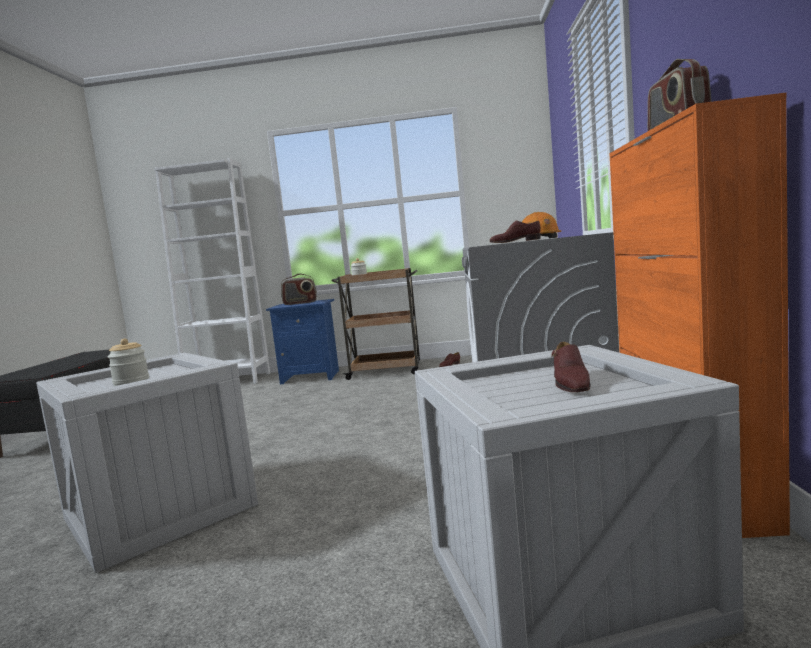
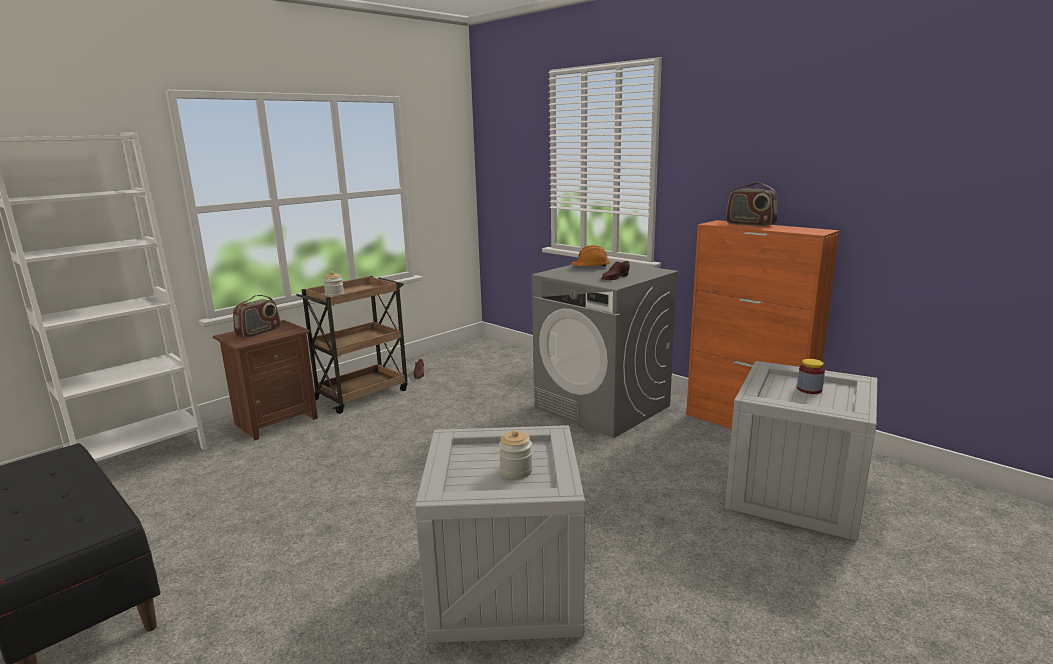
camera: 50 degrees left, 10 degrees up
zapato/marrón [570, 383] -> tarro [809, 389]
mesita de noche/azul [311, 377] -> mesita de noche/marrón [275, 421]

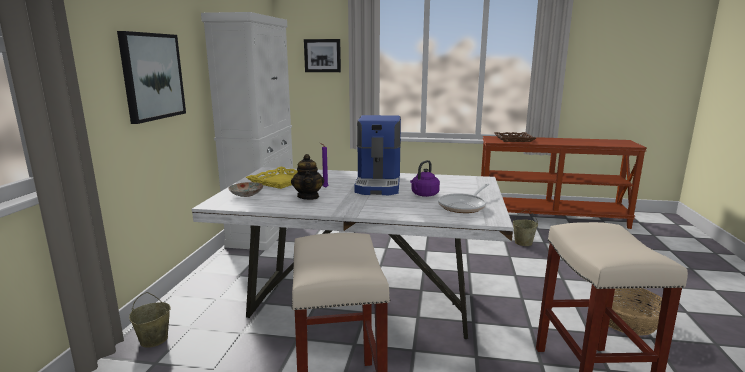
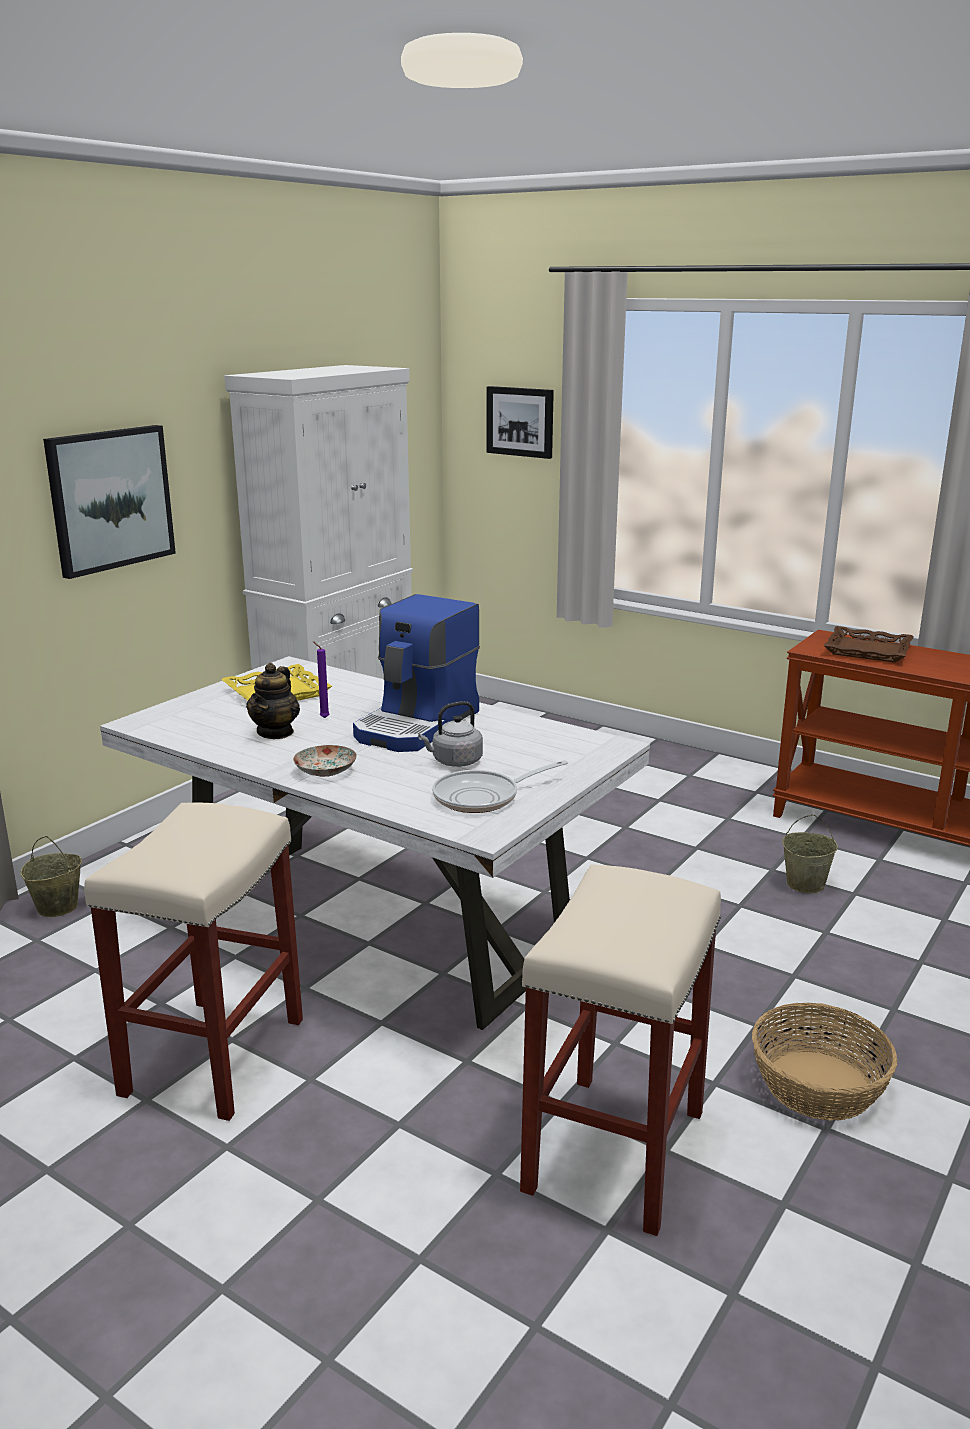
camera: 25 degrees right, 5 degrees up
plato [246, 195] -> plato [325, 772], shifted
hervidor/morado [424, 195] -> hervidor/gris [454, 762]

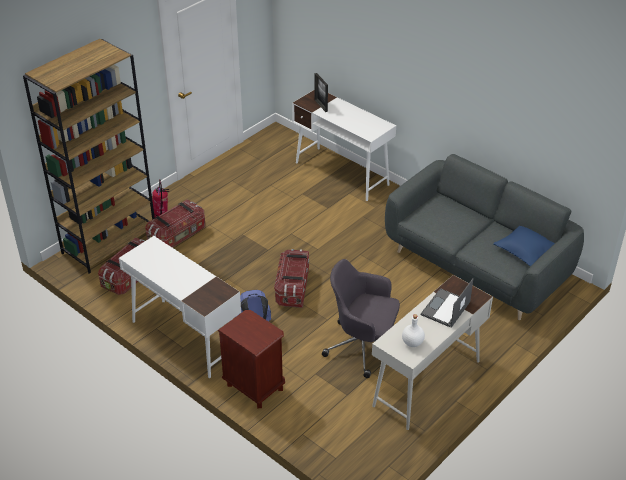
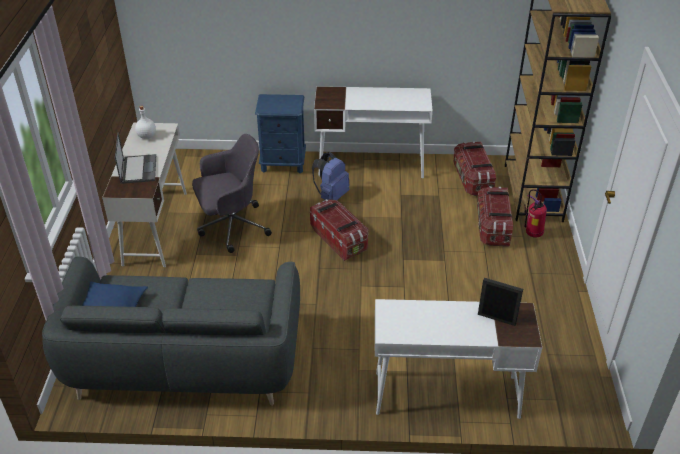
camera: 140 degrees right, 0 degrees up
mesita de noche/marrón [254, 387] -> mesita de noche/azul [283, 163]

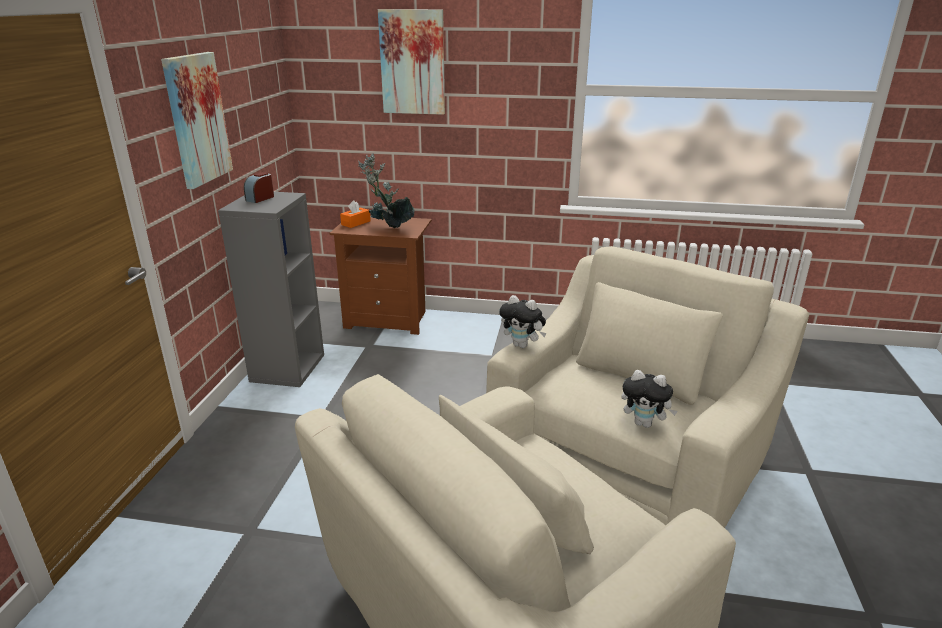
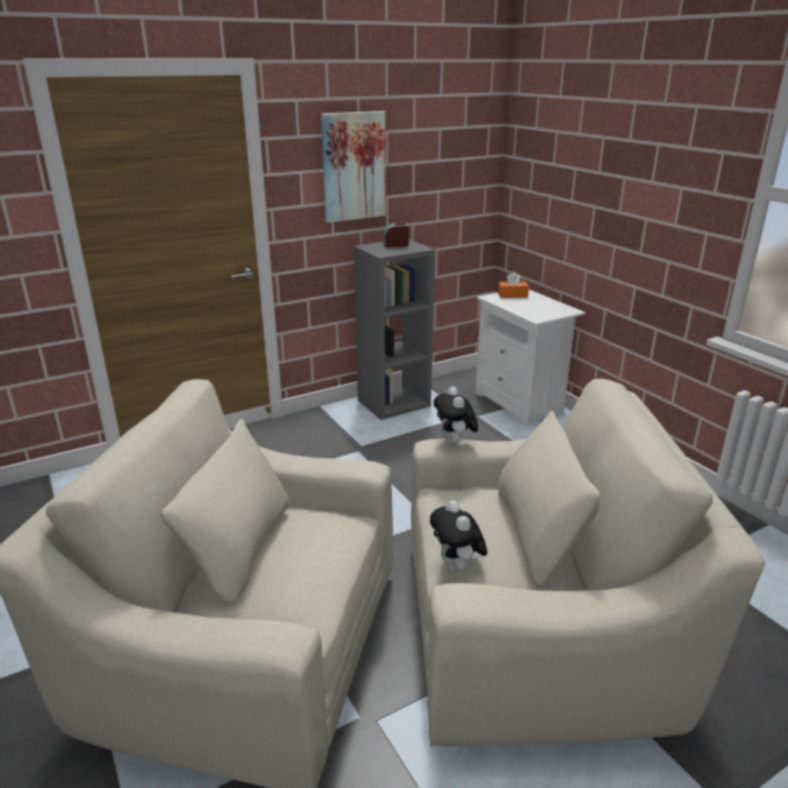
camera: 50 degrees right, 0 degrees up
planta en maceta [388, 230] -> none
cuadro [413, 62] -> none
mesita de noche/marrón [388, 319] -> mesita de noche/blanco [521, 403]

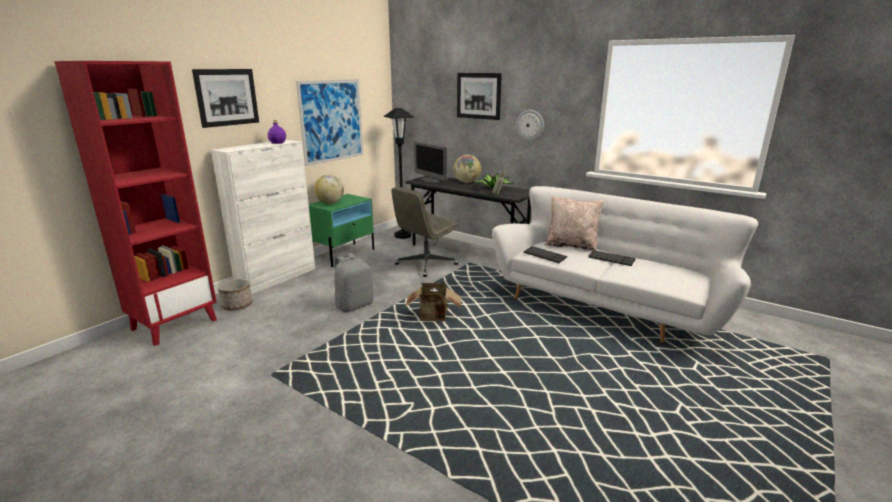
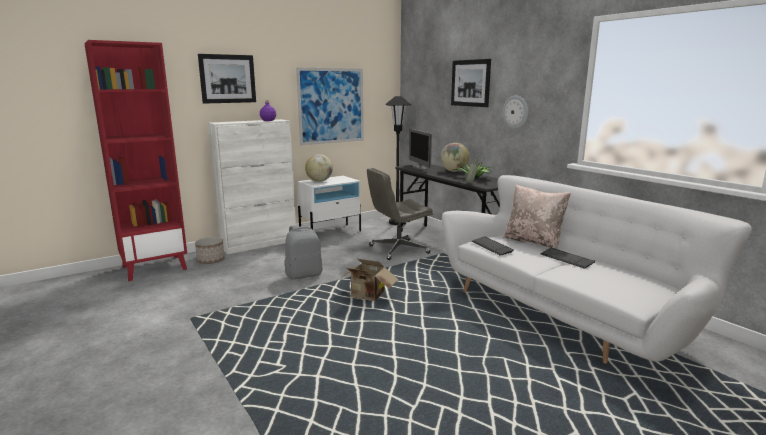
camera: 20 degrees right, 5 degrees down
mesita de noche/verde [344, 254] -> mesita de noche/blanco [330, 232]

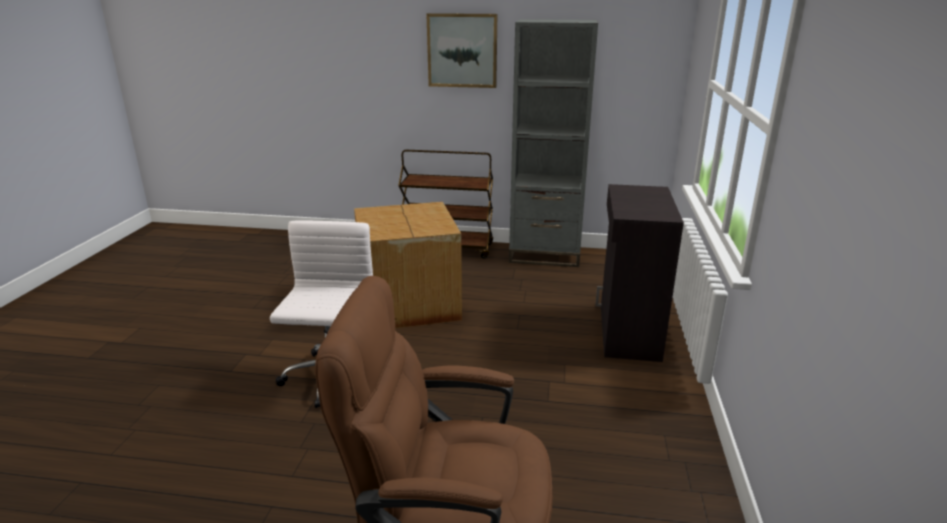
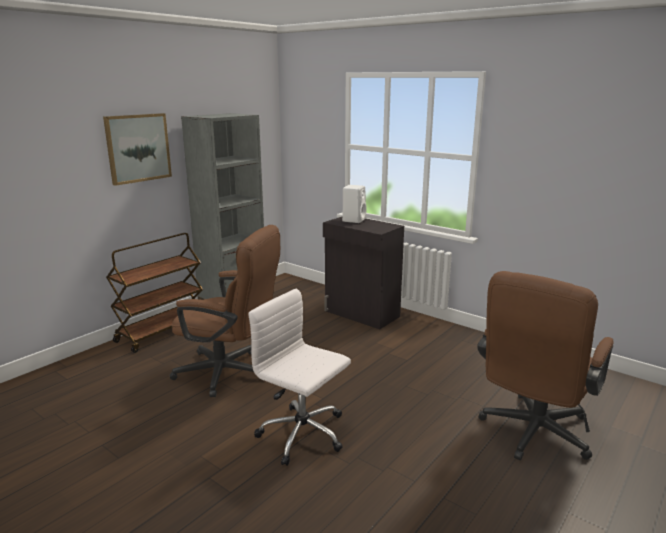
camera: 60 degrees left, 5 degrees down
none -> altavoz/blanco [354, 220]
caja de cartón [407, 304] -> silla de oficina/marrón [230, 373]

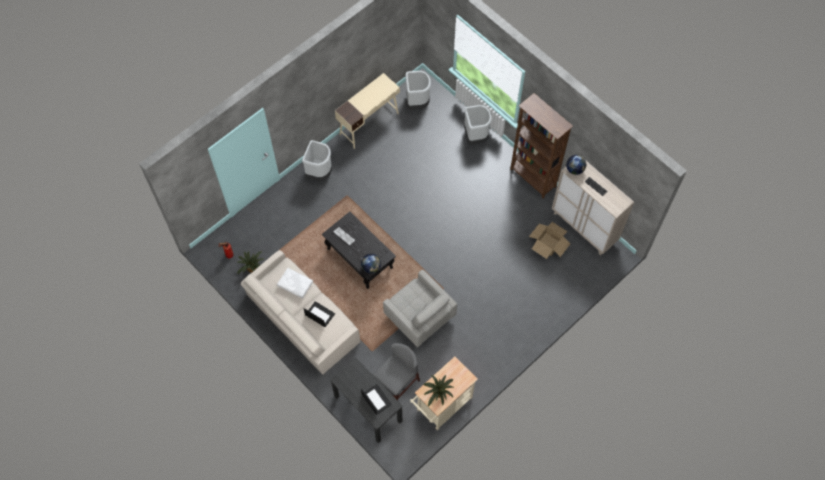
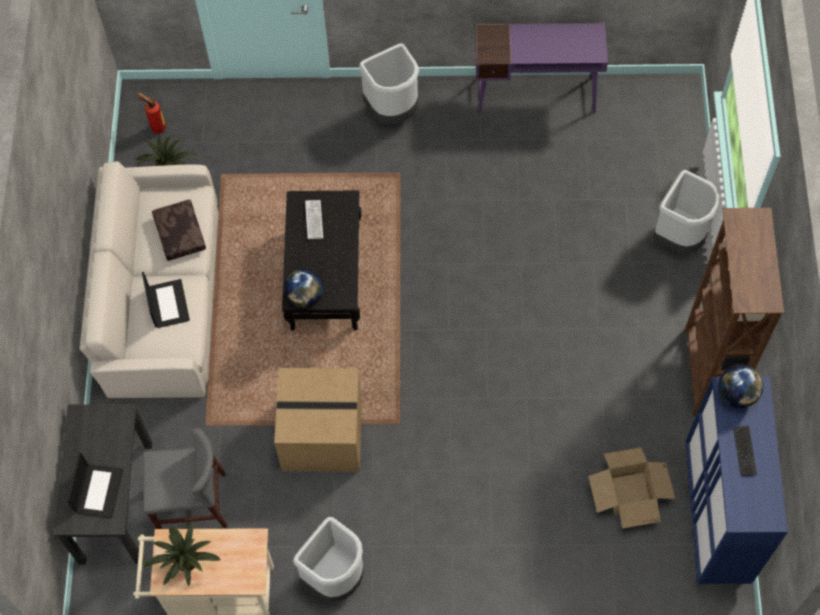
camera: 45 degrees right, 0 degrees up
papelera/gris [417, 103] -> papelera/gris [335, 577], shifted
sillón/gris [419, 317] -> caja de cartón [321, 435]
cojín/blanco [295, 285] -> cojín/marrón [179, 233]
escritorio/beis [369, 123] -> escritorio/morado [536, 95]
armario/beis [584, 227] -> armario/azul [714, 517]

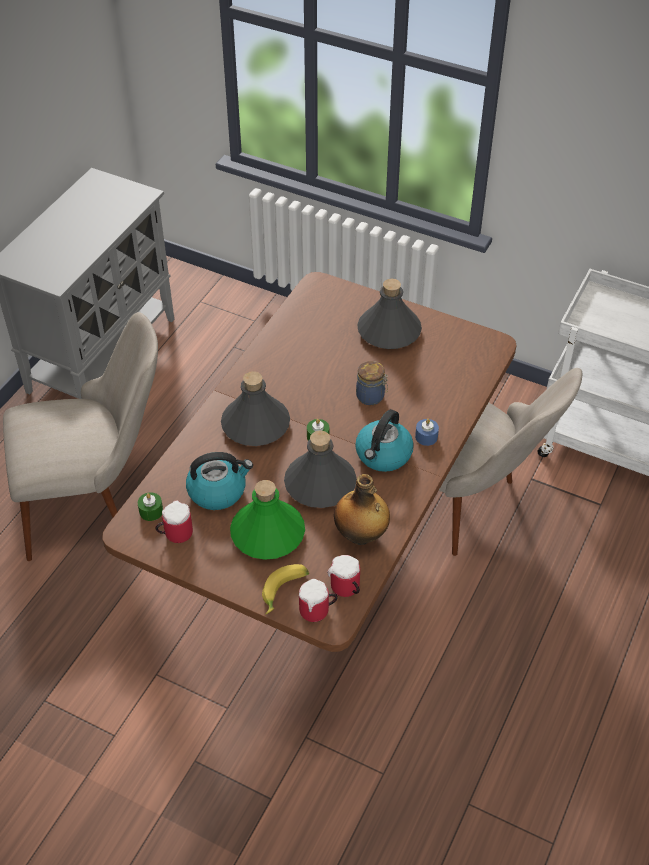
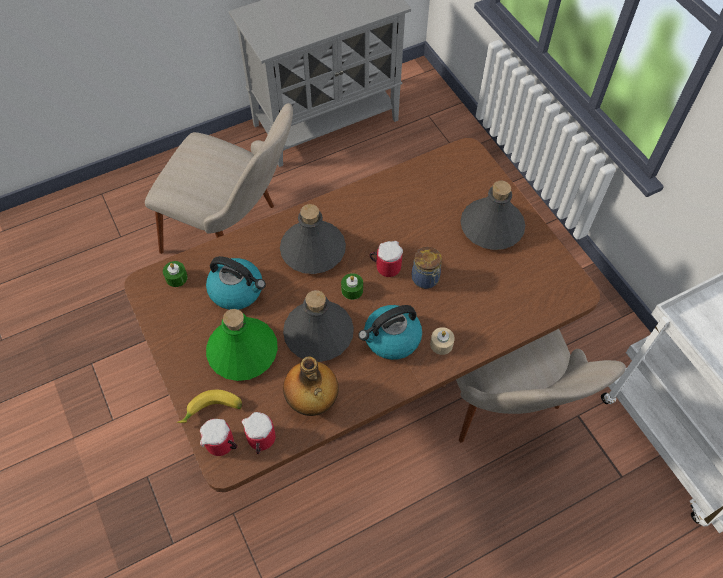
camera: 35 degrees right, 10 degrees up
taza grande [174, 533] -> taza grande [385, 265], shifted
vela/azul [426, 437] -> vela/beis [441, 344]

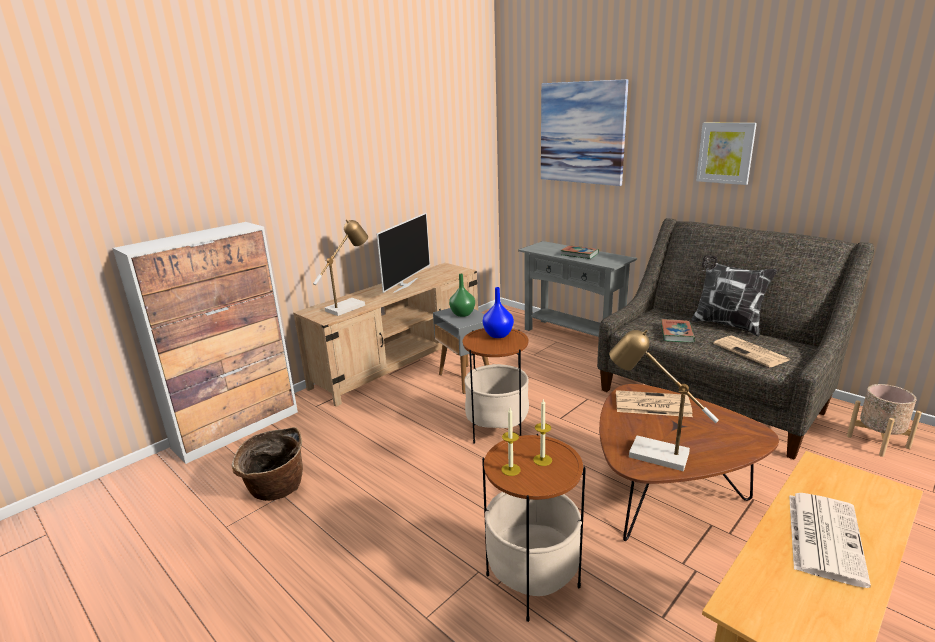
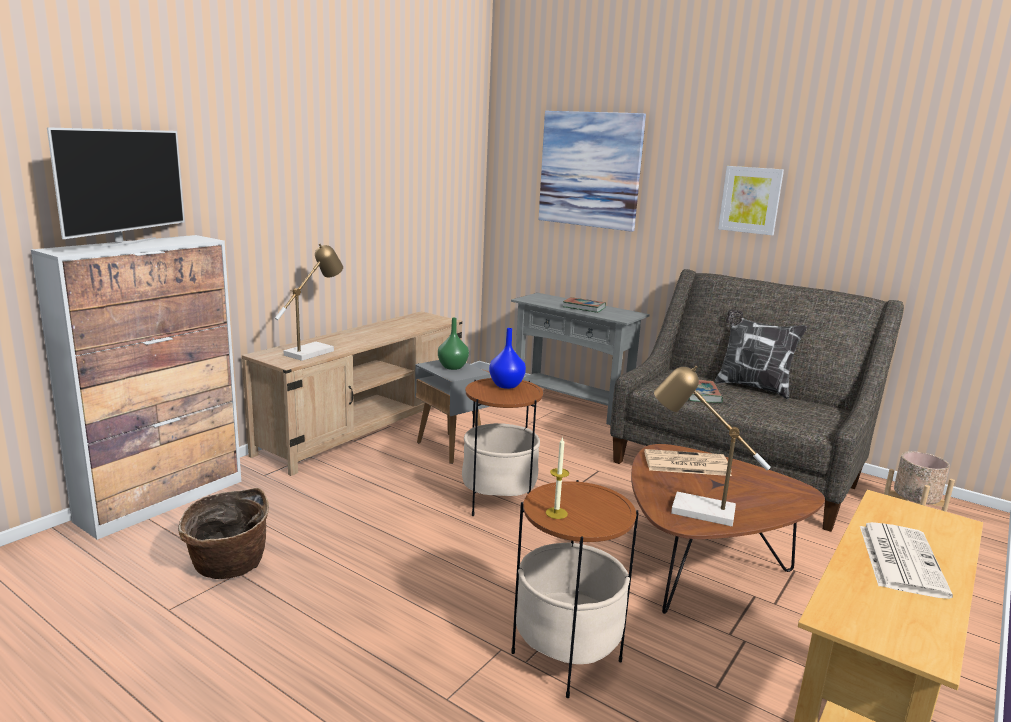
camera: 10 degrees left, 5 degrees down
vela [542, 460] -> none
periódico [751, 352] -> none
televisor [405, 285] -> televisor [125, 243], shifted

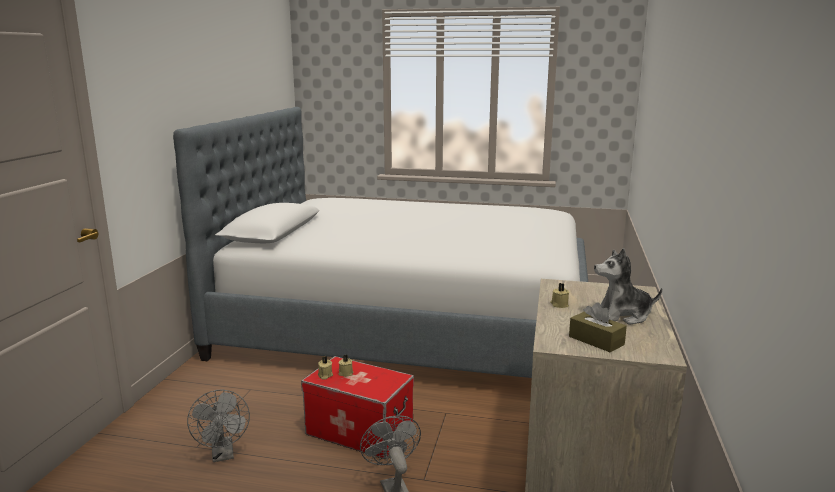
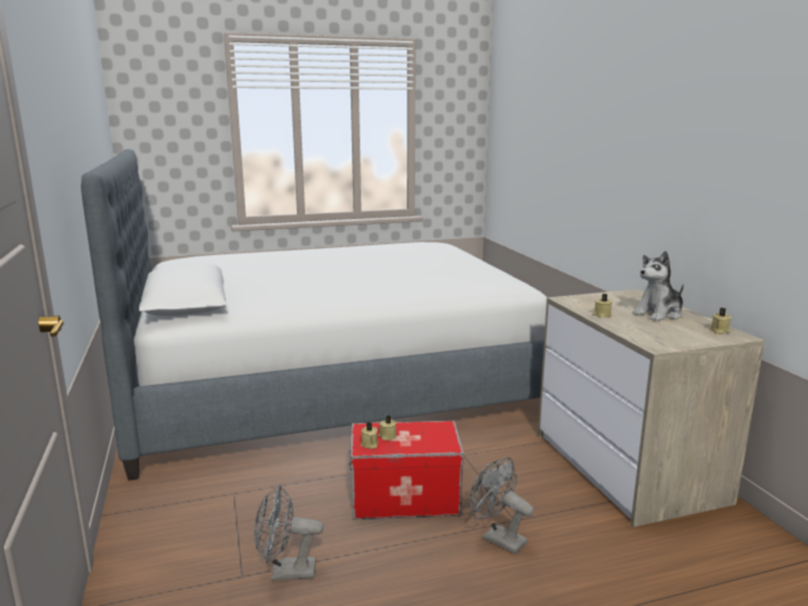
camera: 30 degrees left, 0 degrees up
caja de pañuelos/marrón [596, 340] -> none
none -> vela/beis [719, 331]
ventilador/gris [223, 454] -> ventilador/gris [286, 572], 135 degrees clockwise

